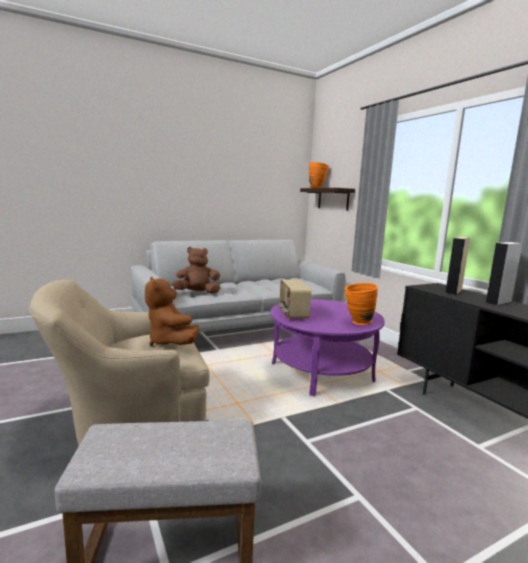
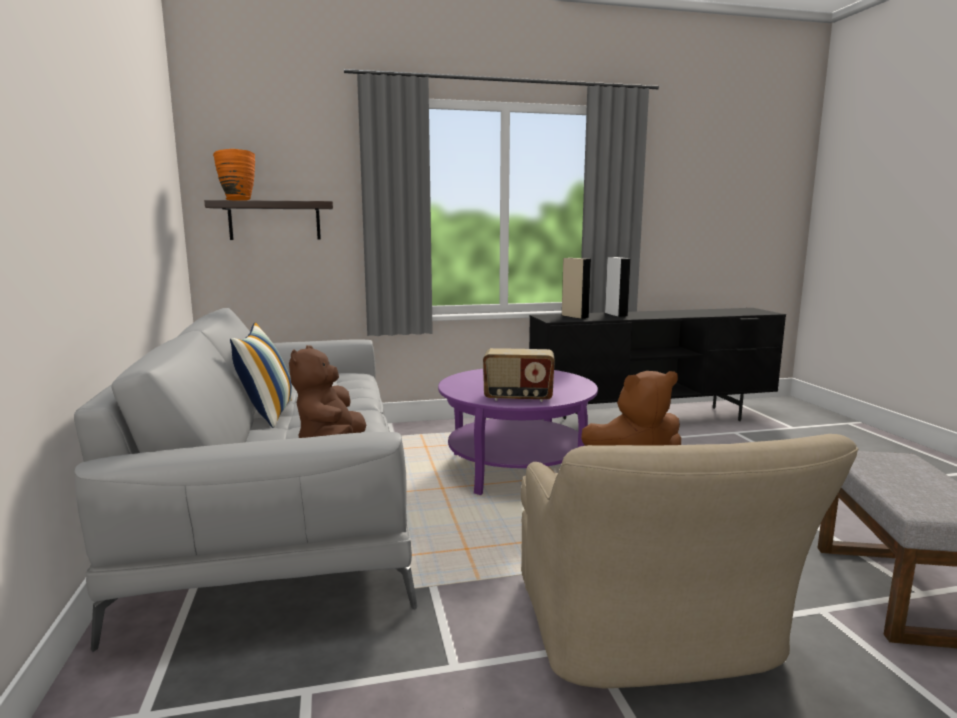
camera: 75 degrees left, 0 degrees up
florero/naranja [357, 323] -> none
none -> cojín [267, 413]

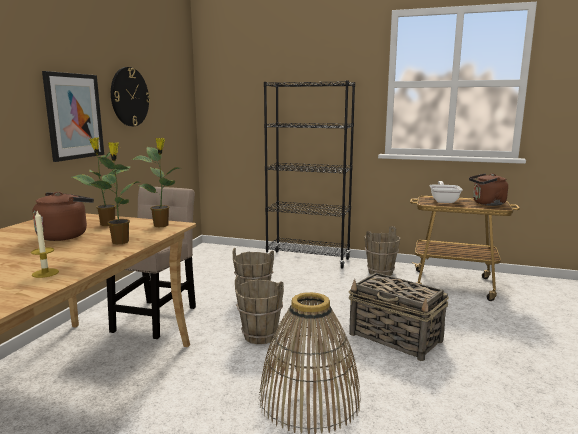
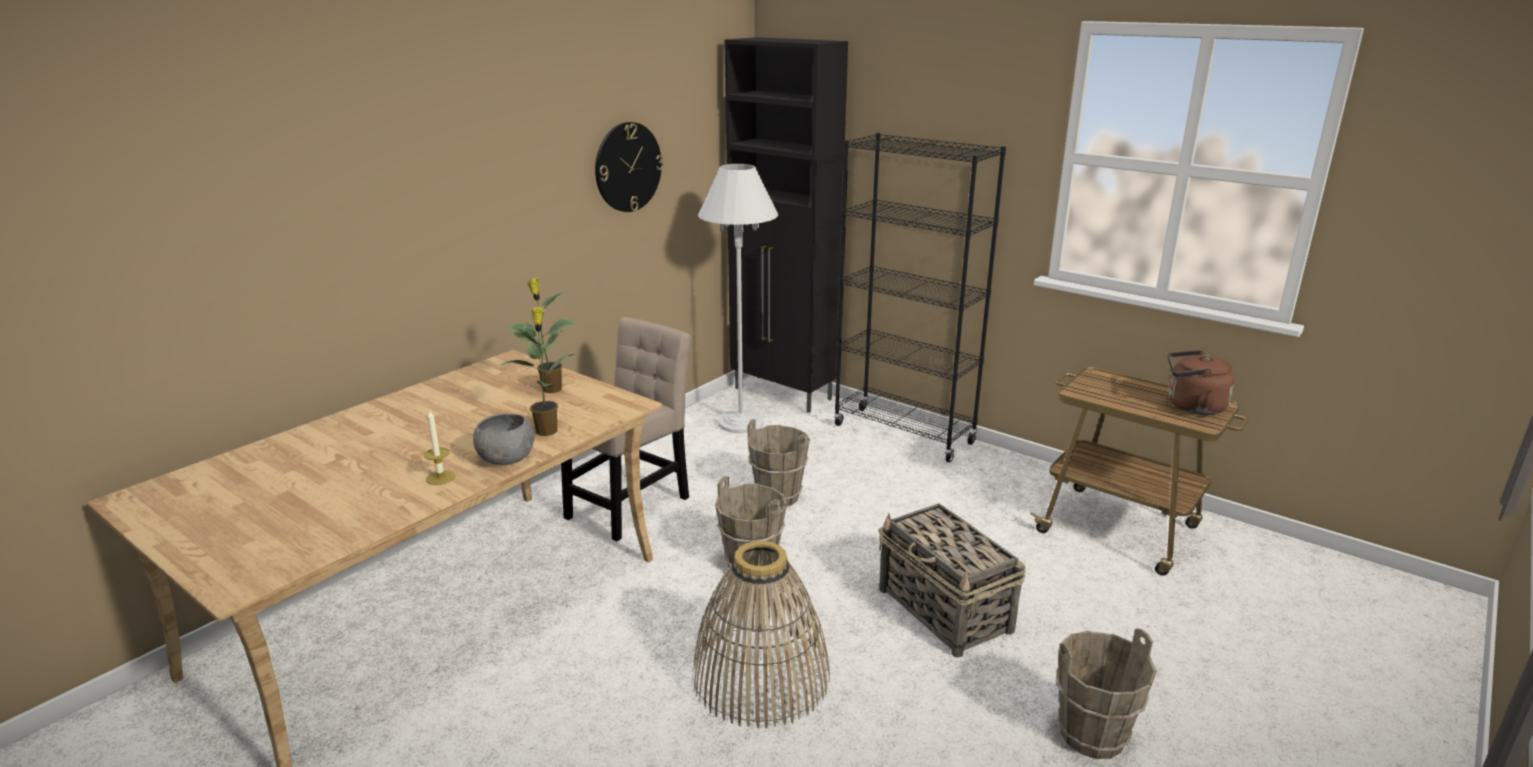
camera: 20 degrees right, 10 degrees up
hervidor/marrón [65, 235] -> none
cuadro [74, 116] -> none
planta en maceta [162, 225] -> none
sartén [444, 200] -> none
none -> cuenco/gris [507, 459]
none -> lámpara de pie/blanco [741, 422]
none -> armario/negro [783, 394]
cubo/marrón [380, 272] -> cubo/marrón [1092, 736], shifted

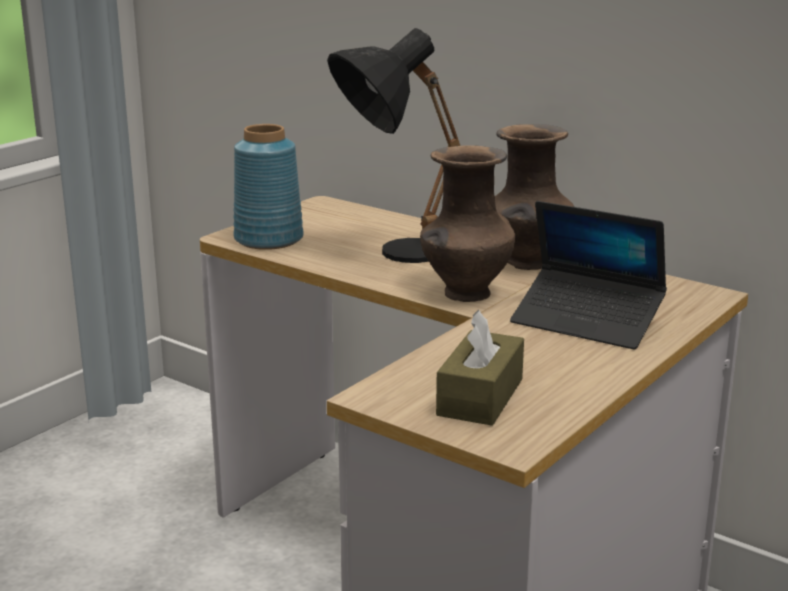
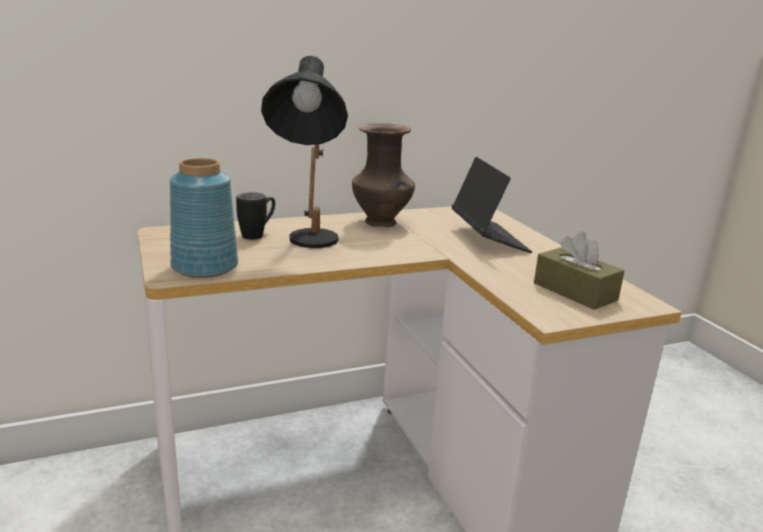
camera: 60 degrees left, 0 degrees up
florero/marrón [465, 294] -> none
none -> taza grande/negro [258, 234]
portátil [587, 321] -> portátil [488, 239], 75 degrees counterclockwise

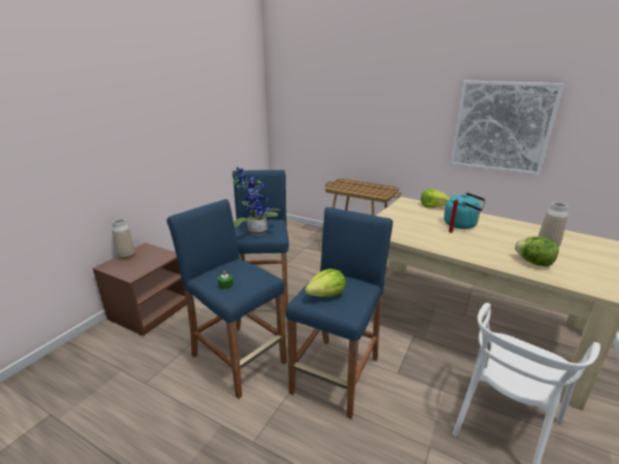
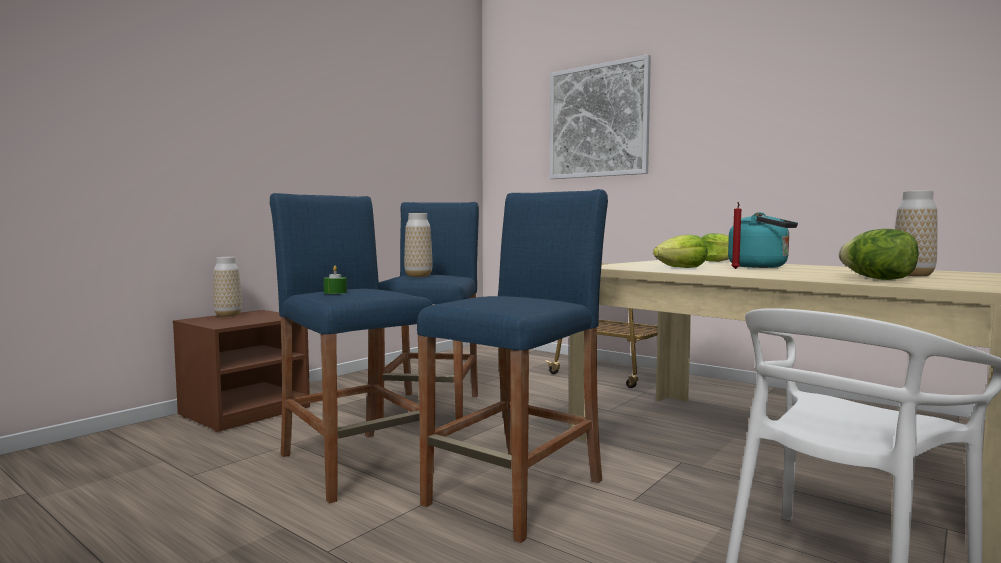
camera: 10 degrees right, 20 degrees down
lechuga [326, 294] -> lechuga [681, 268], shifted
cuadro [501, 127] -> cuadro [598, 121], shifted
planta en maceta [255, 231] -> florero [418, 276]

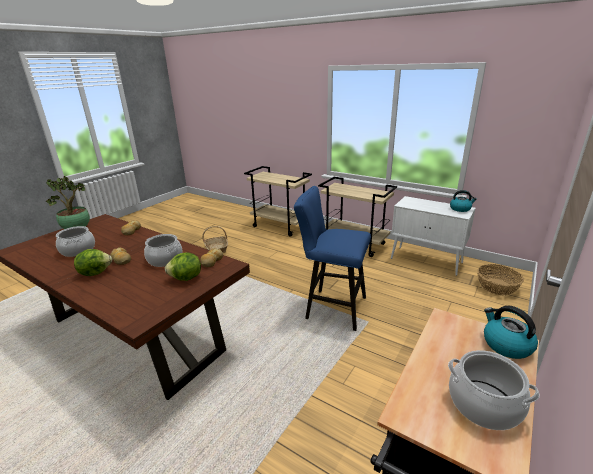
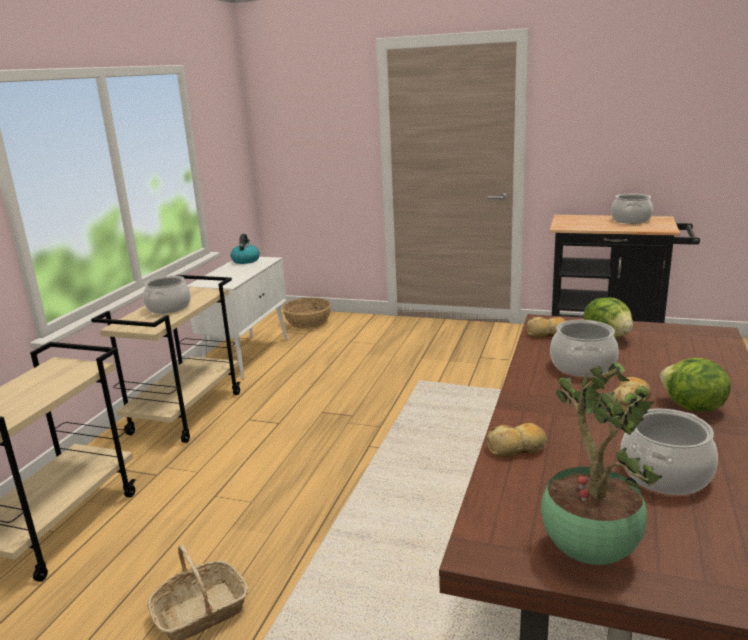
camera: 105 degrees left, 5 degrees down
taburete/azul [331, 307] -> none
hervidor [506, 345] -> none
none -> olla [168, 307]

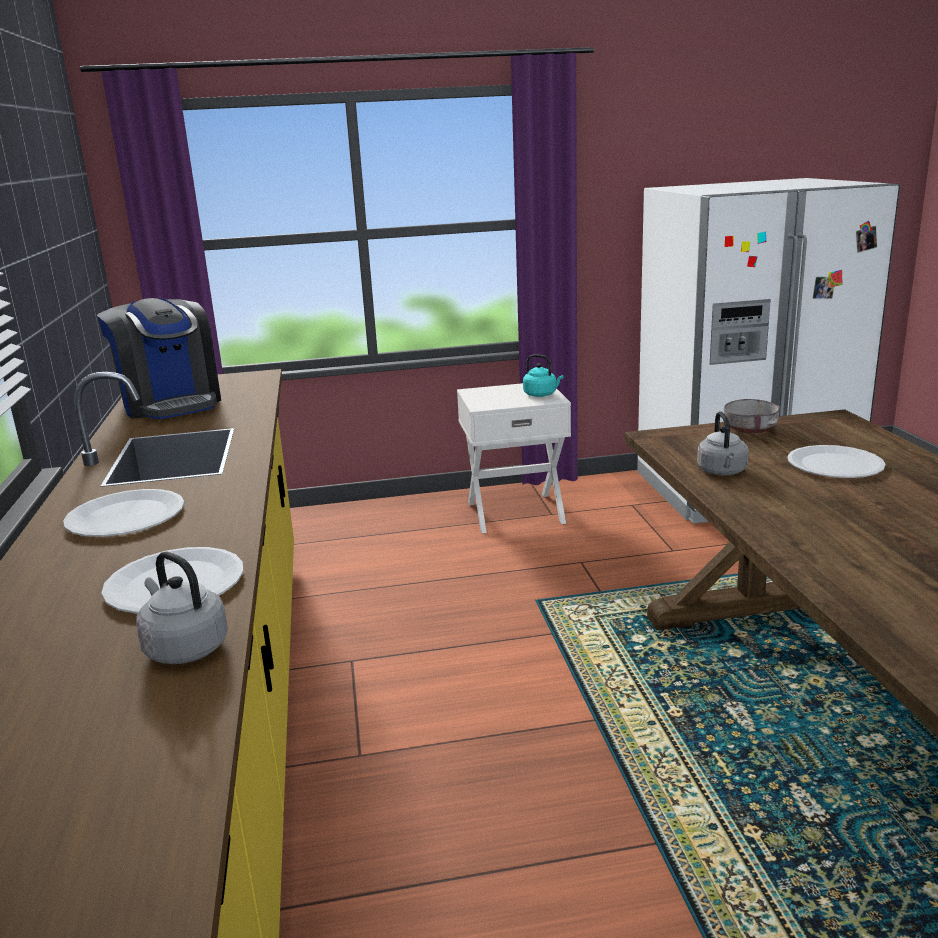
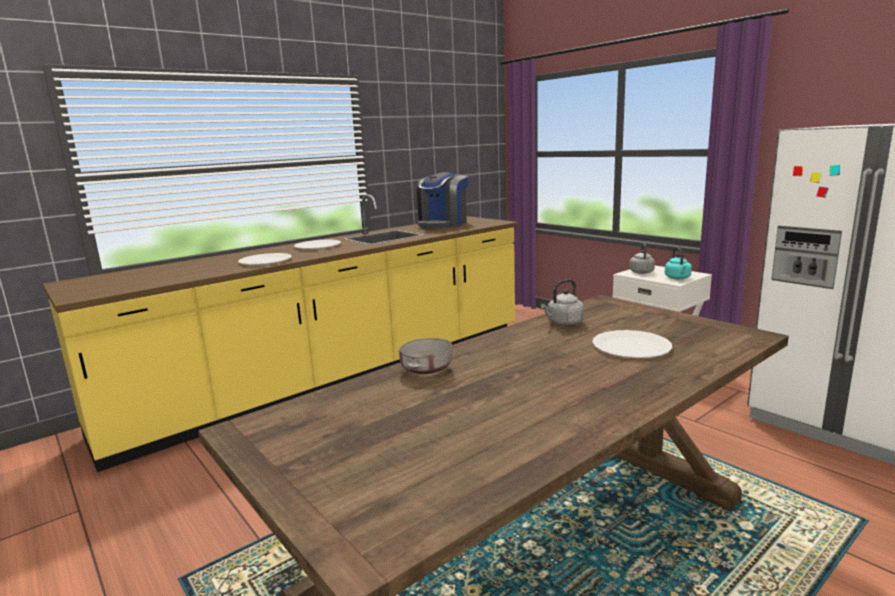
camera: 60 degrees right, 5 degrees down
hervidor/gris [184, 647] -> hervidor/gris [641, 272], shifted
cuenco/gris [749, 430] -> cuenco/gris [427, 370], shifted

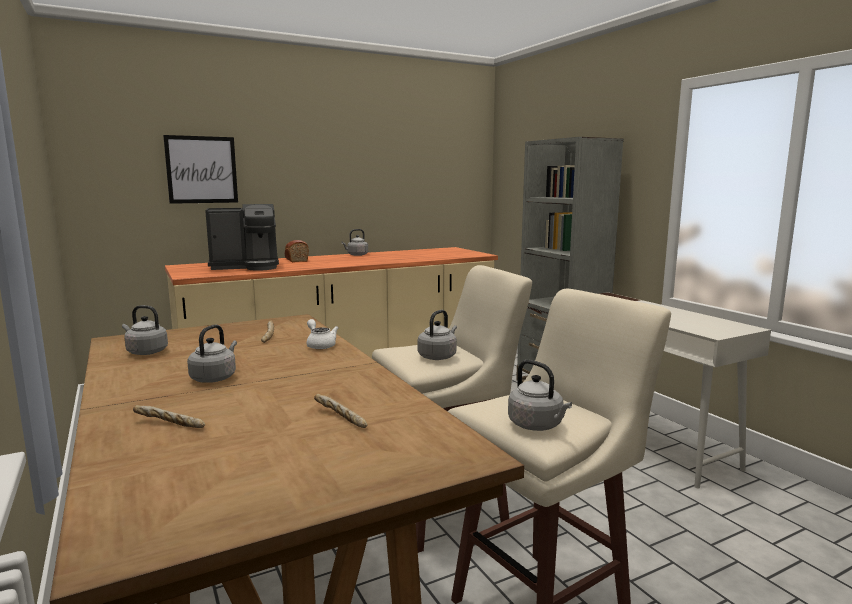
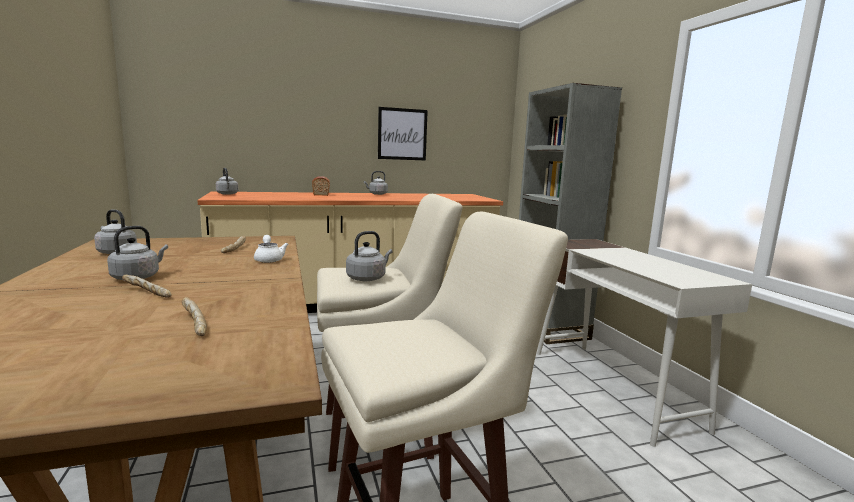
camera: 10 degrees right, 0 degrees up
cafetera [246, 266] -> none
pan [169, 425] -> pan [146, 293], shifted
cuadro [201, 170] -> cuadro [402, 134], shifted
hervidor/gris [537, 425] -> hervidor/gris [227, 194], shifted

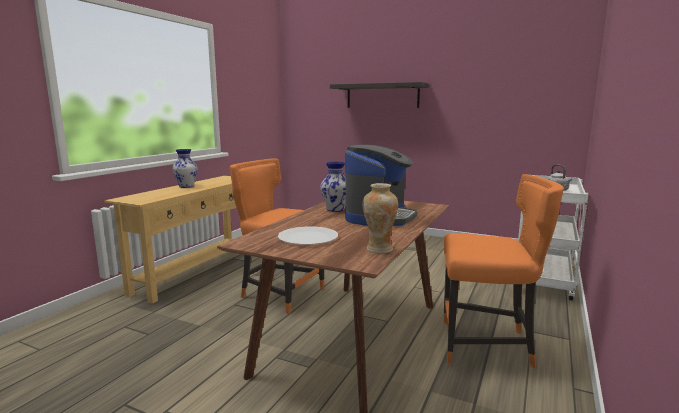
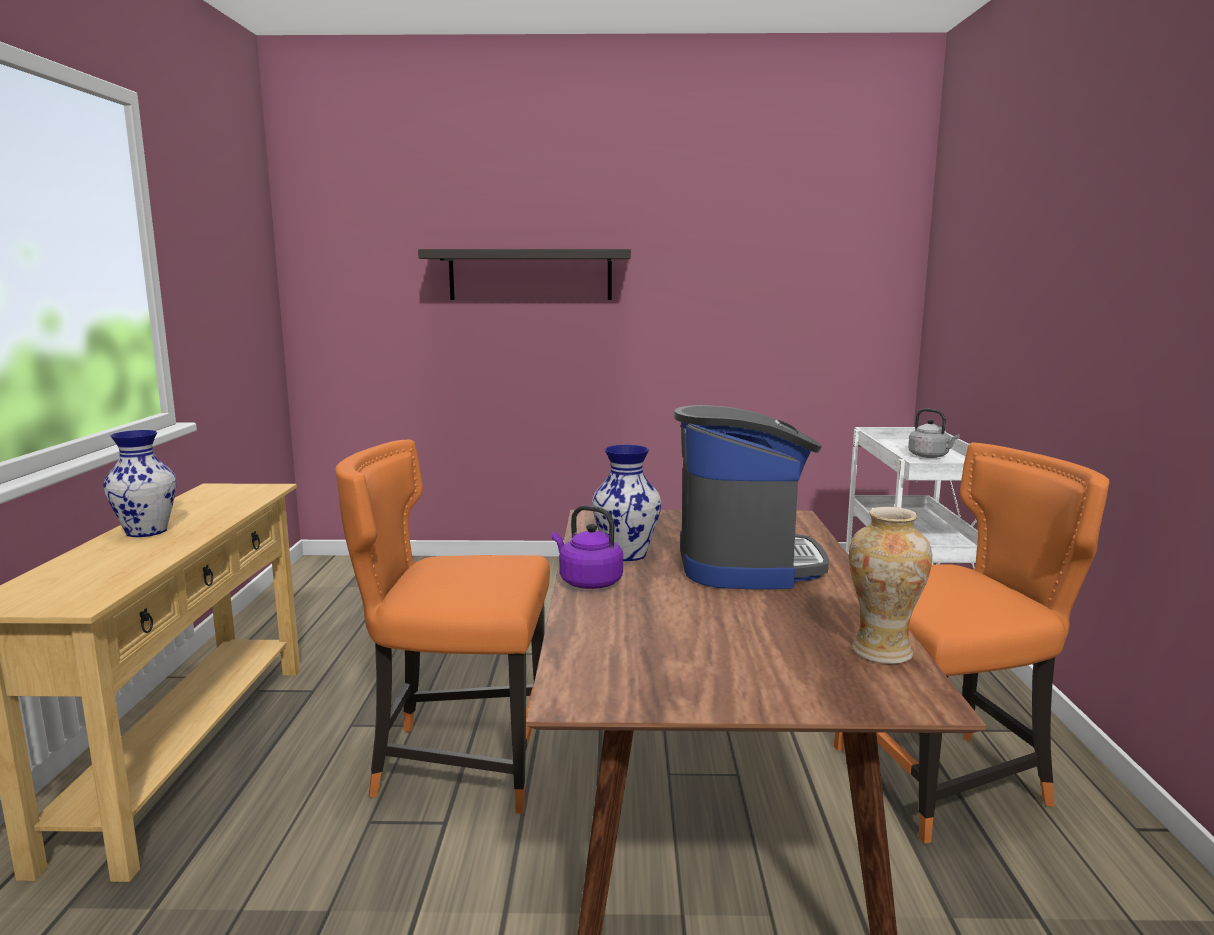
camera: 25 degrees left, 0 degrees up
plato/blanco [308, 238] -> none
none -> hervidor/morado [587, 582]

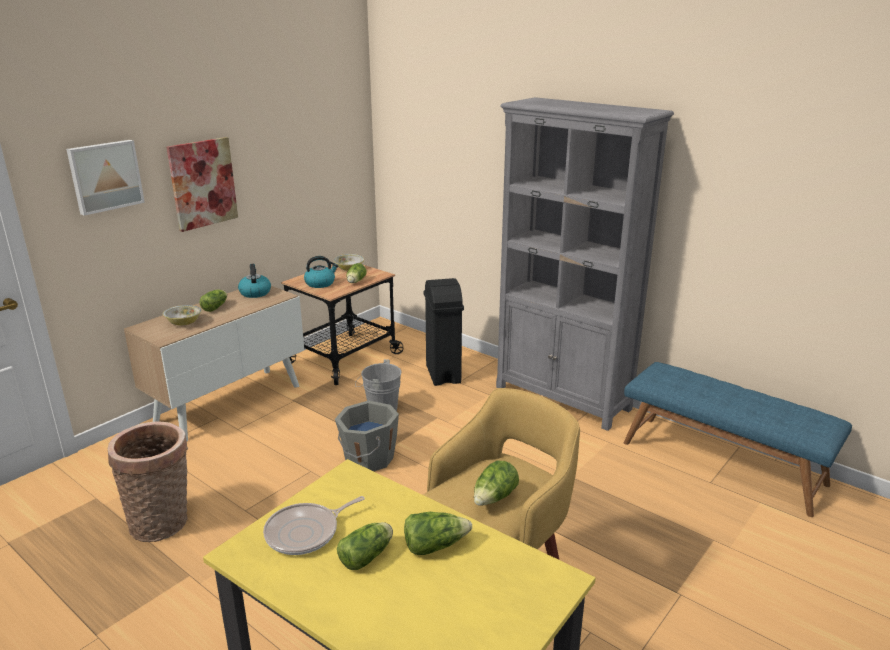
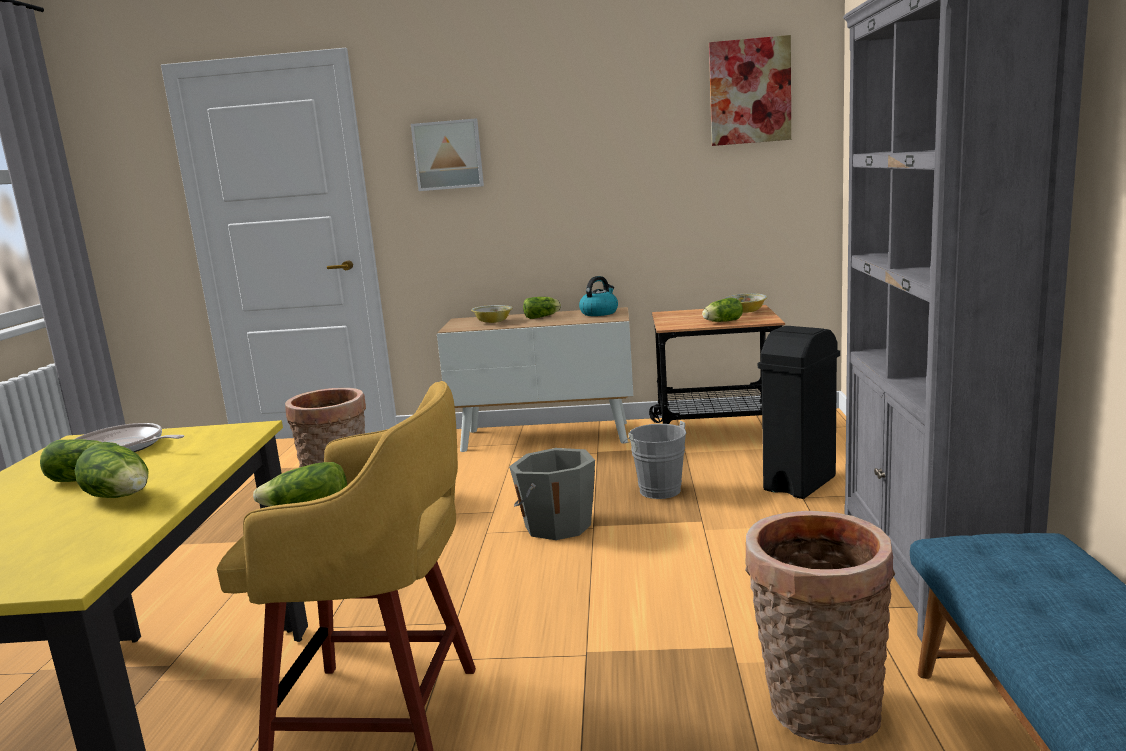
camera: 55 degrees right, 10 degrees down
hervidor [320, 283] -> none
none -> cesta [817, 711]
cuadro [202, 183] -> cuadro [749, 91], shifted

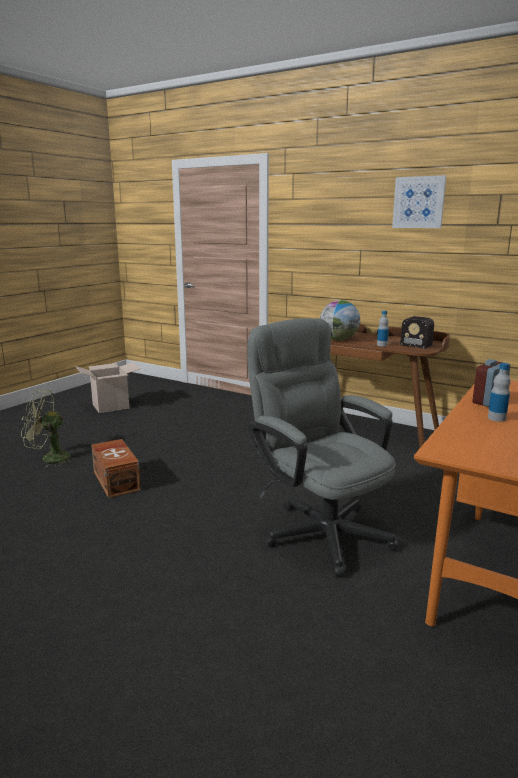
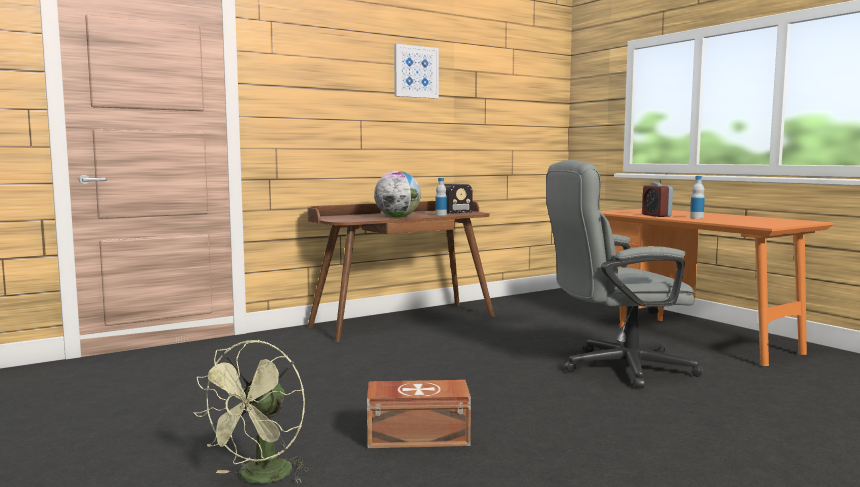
camera: 65 degrees left, 10 degrees down
caja de cartón [111, 406] -> none

